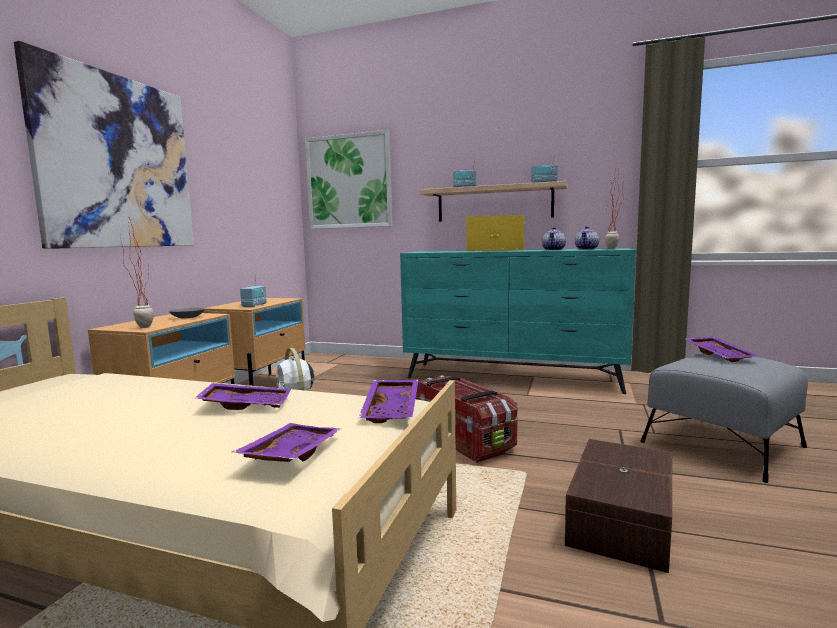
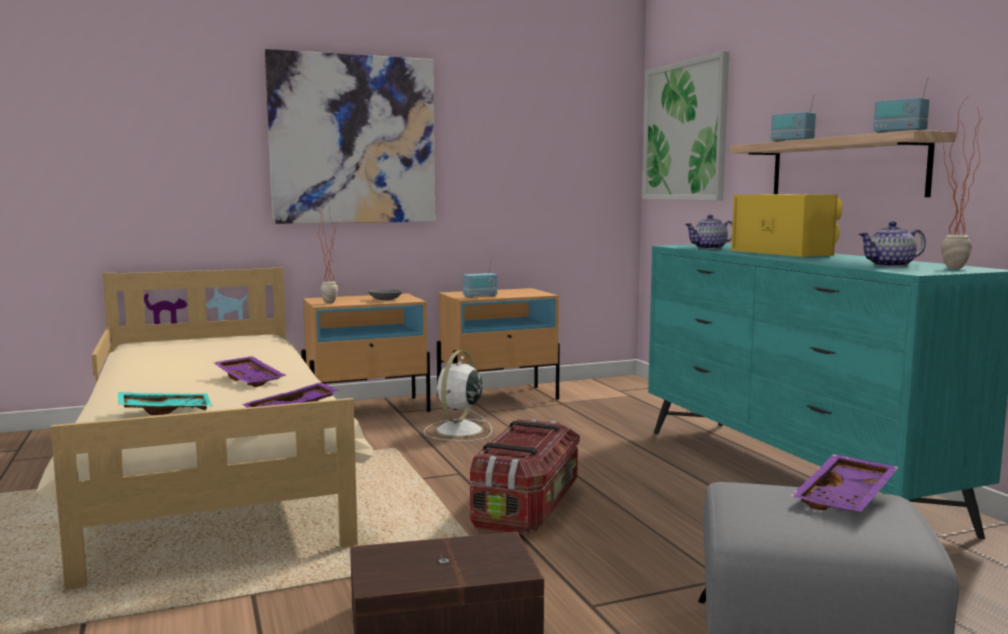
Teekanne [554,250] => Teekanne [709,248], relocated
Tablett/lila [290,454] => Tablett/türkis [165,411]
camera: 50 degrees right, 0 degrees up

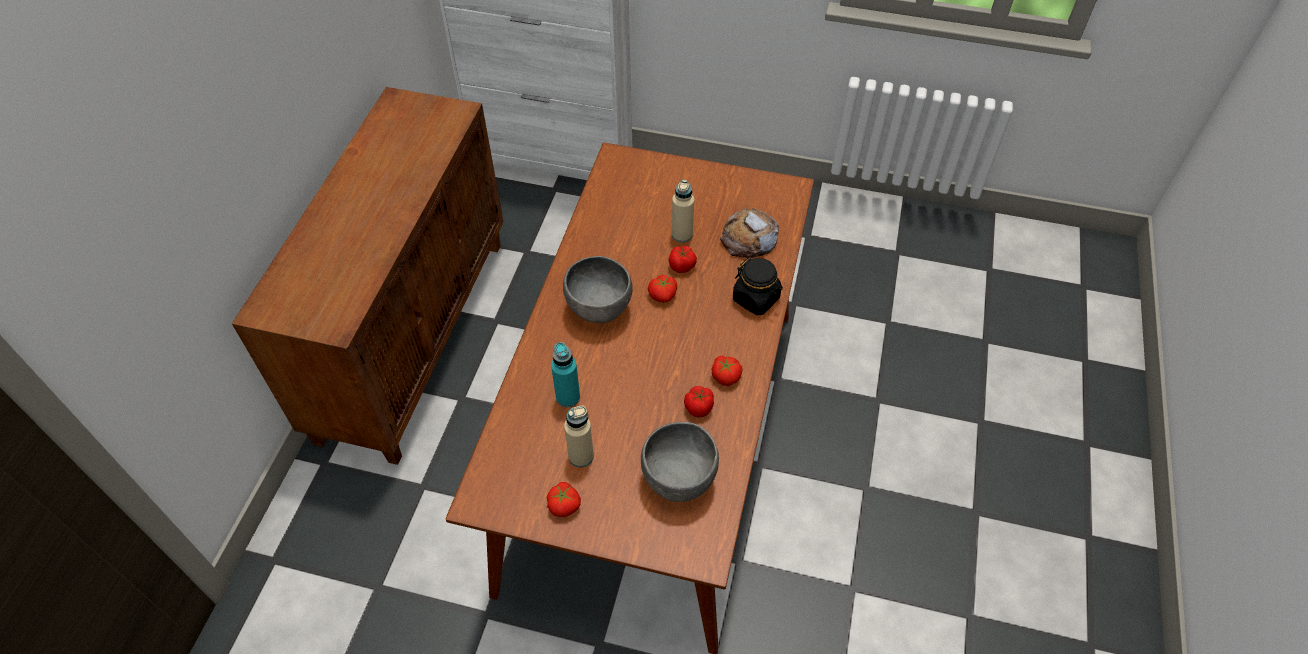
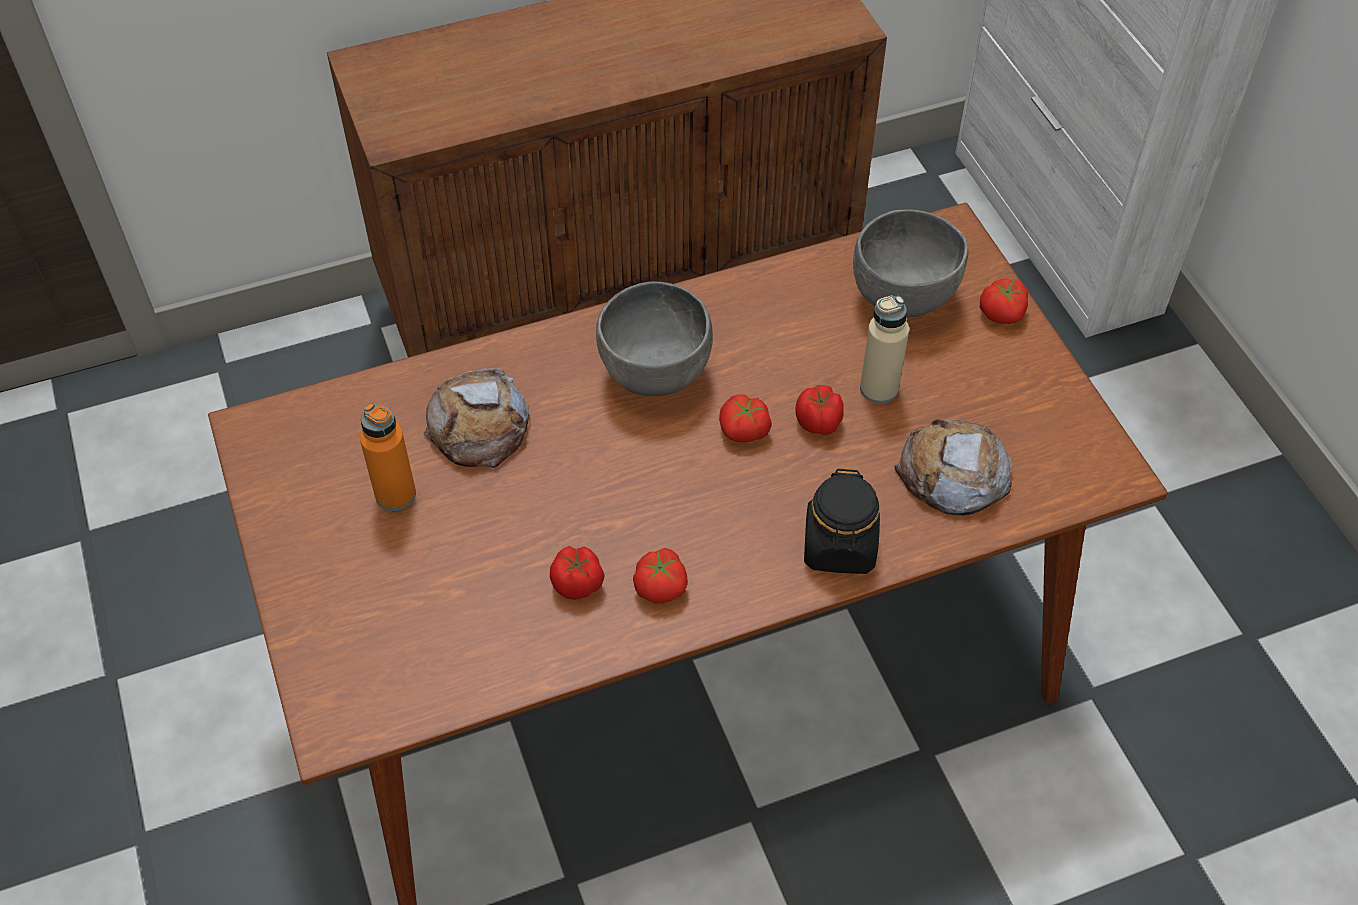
Flasche/türkis [568,397] => Brot [479,426]
Flasche/beige [581,456] => Flasche/orange [395,495]
Schüssel/grau [678,478] => Schüssel/grau [904,297], relocated
Tomate [564,504] => Tomate [1003,313], relocated
camera: 55 degrees right, 0 degrees up

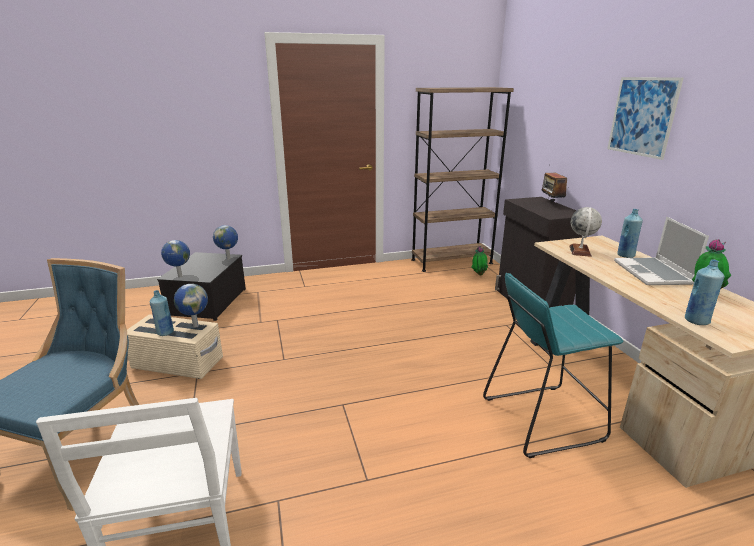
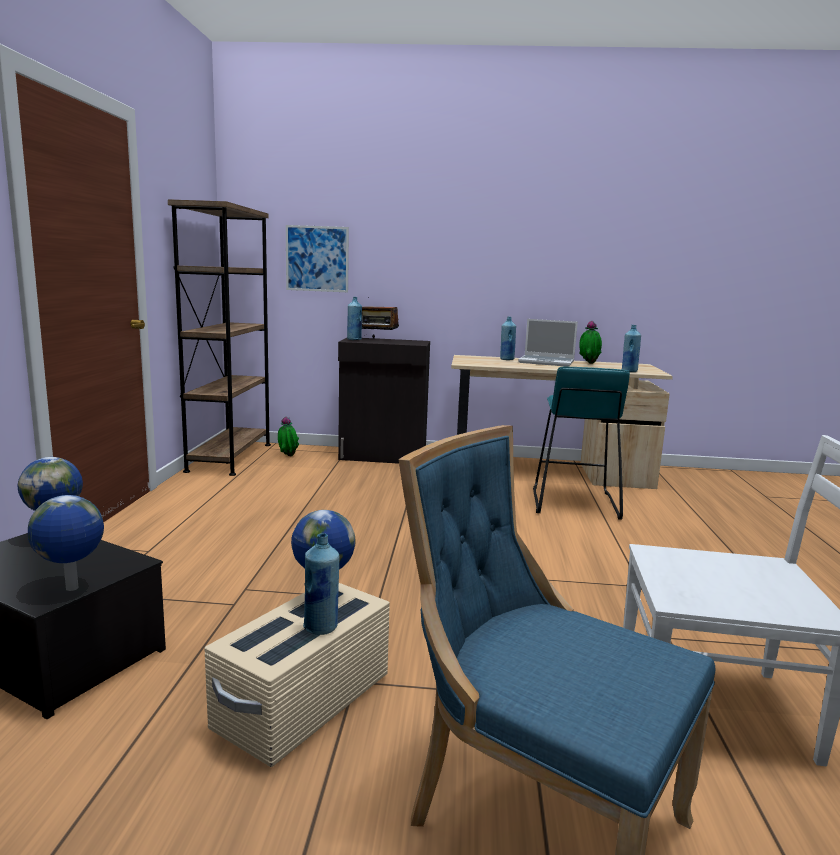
Bild [642,116] => Bild [317,258], relocated
Globus [580,251] => nothing
nothing => Flasche/blau [354,339]
camera: 70 degrees left, 10 degrees down

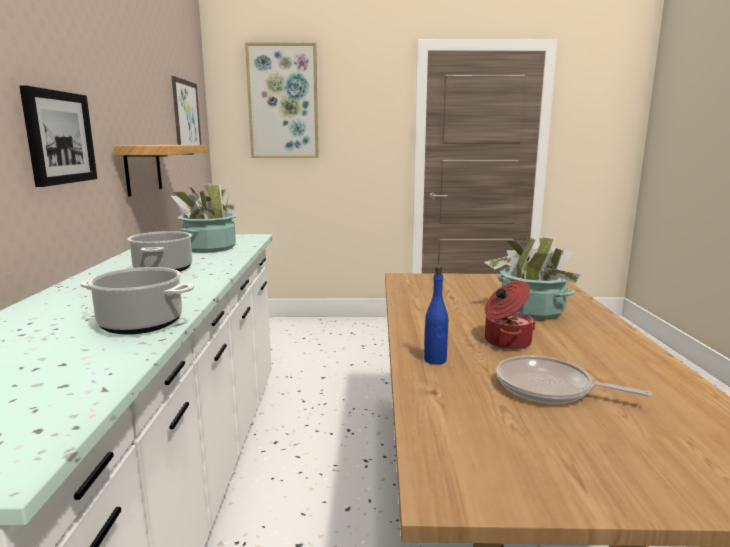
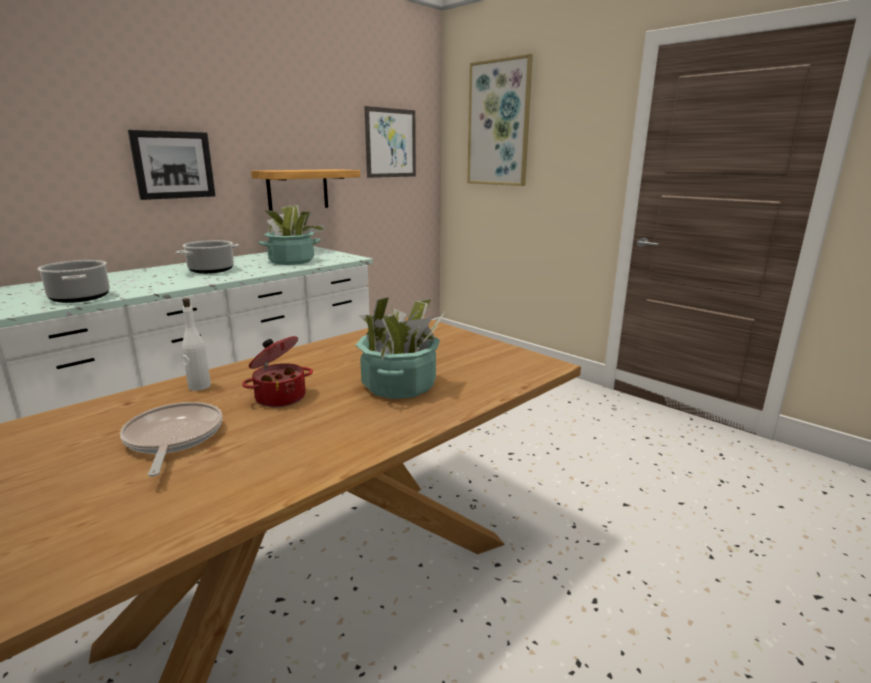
Flasche/blau [435,360] => Flasche/weiß [199,386]
camera: 45 degrees right, 5 degrees up

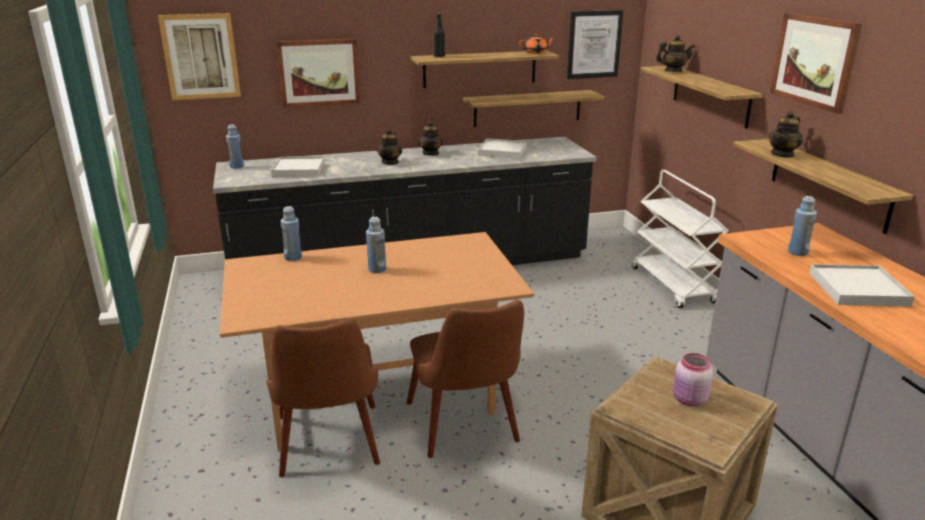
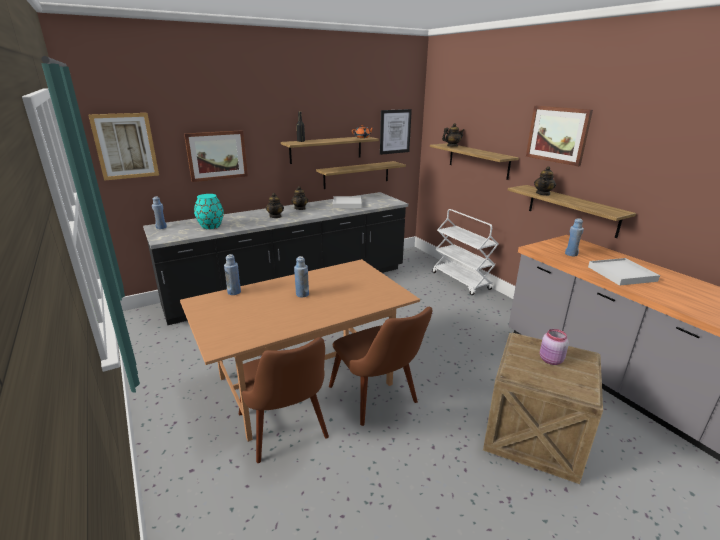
Tablett/weiß [299,169] => Vase/türkis [211,226]
camera: 15 degrees left, 0 degrees up

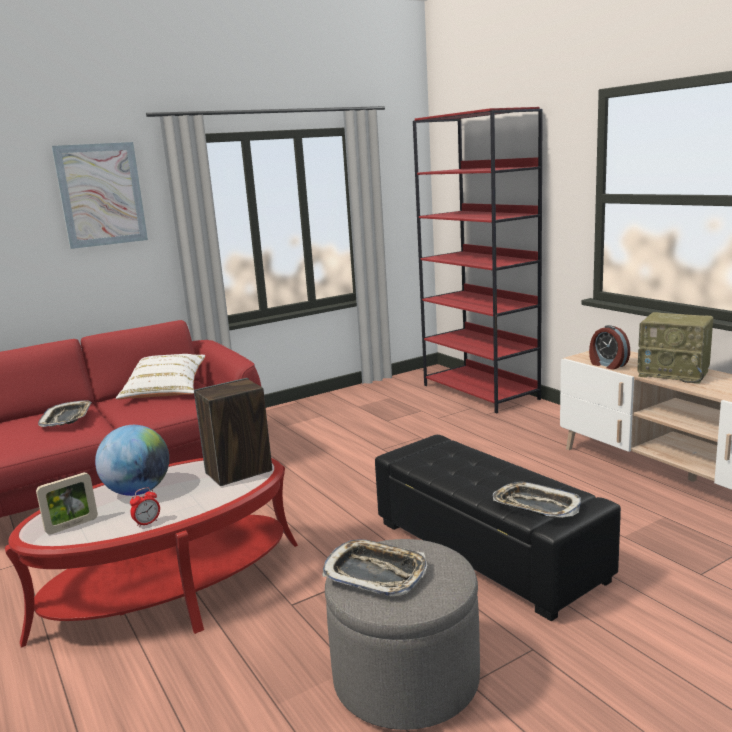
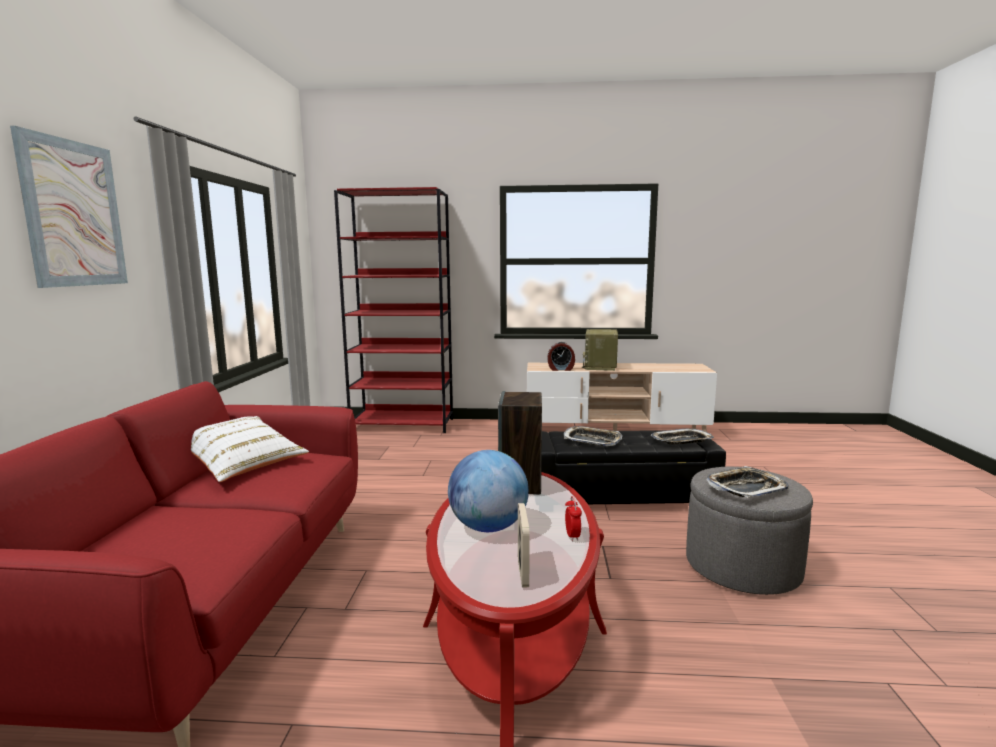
Radio [675,373] => Radio [600,367], 120 degrees clockwise
Tablett [67,418] => Tablett [592,440], relocated
camera: 55 degrees left, 5 degrees down

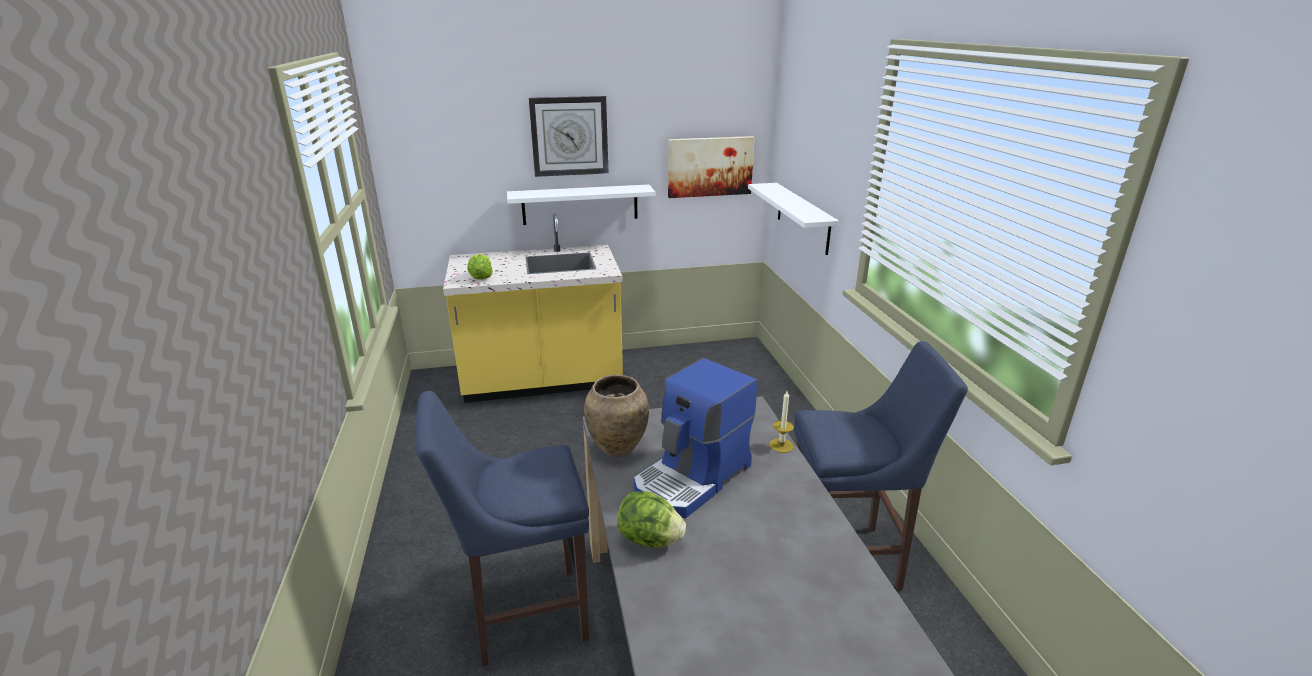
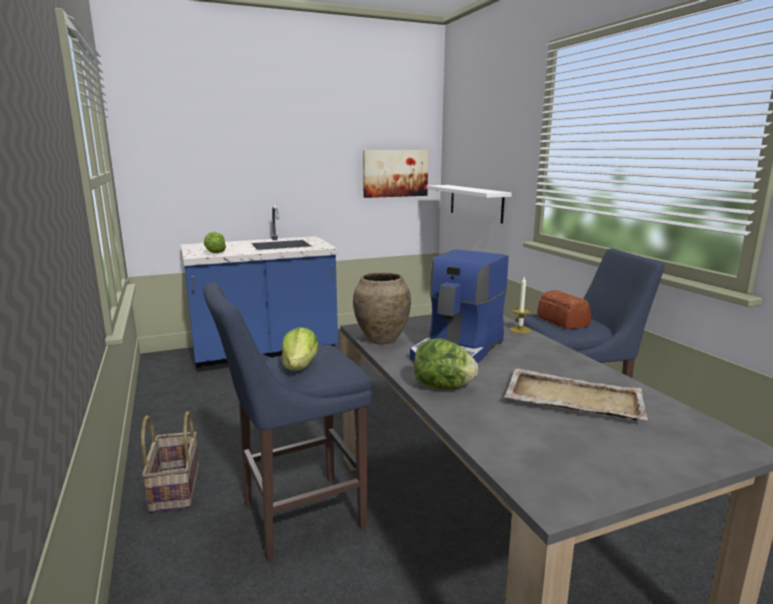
Wanduhr [569,136] => nothing
Wandregal/weiß [580,204] => nothing
Küchenzeile/gelb [542,381] => Küchenzeile/blau [265,353]
nothing => Brot [562,321]
nothing => Salatkopf [300,367]
nothing => Tablett/beige [572,398]
nothing => Korb [174,488]
camera: 10 degrees left, 10 degrees down

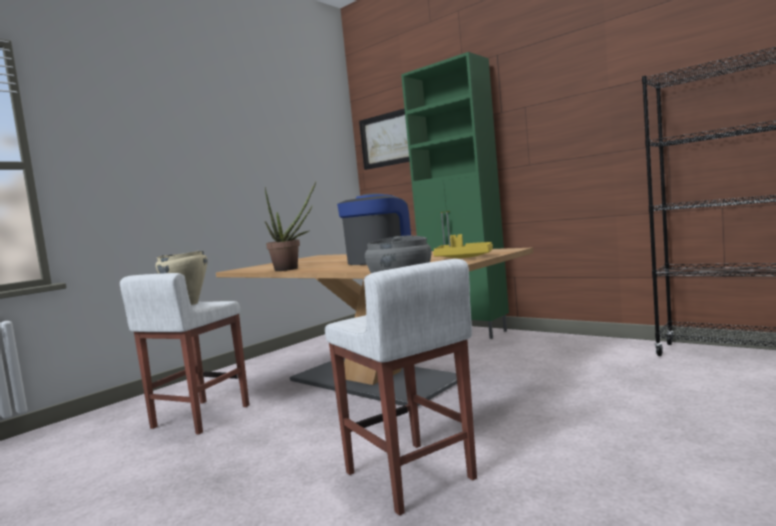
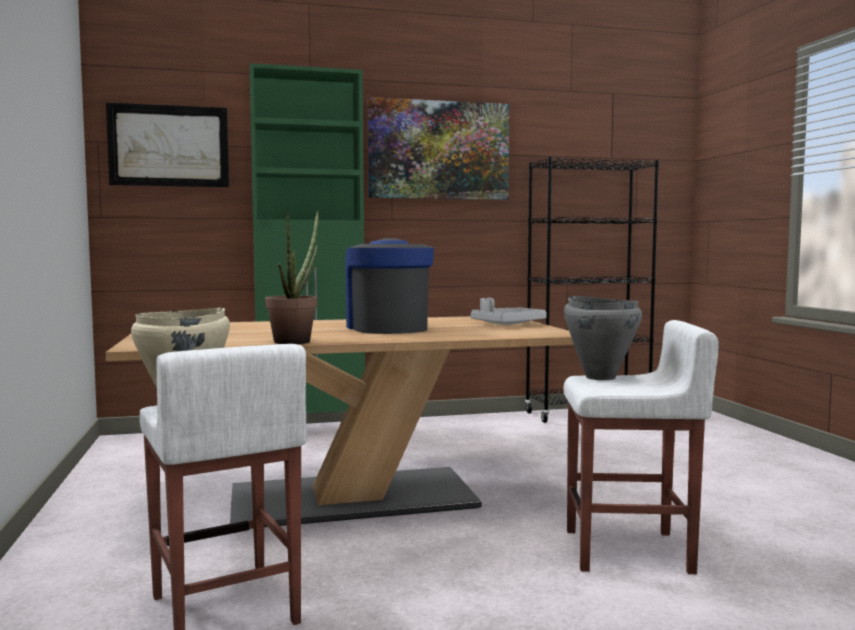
Tablett/gelb [464,257] => Tablett/grau [507,324]
nothing => Bild [439,150]
camera: 55 degrees left, 0 degrees up

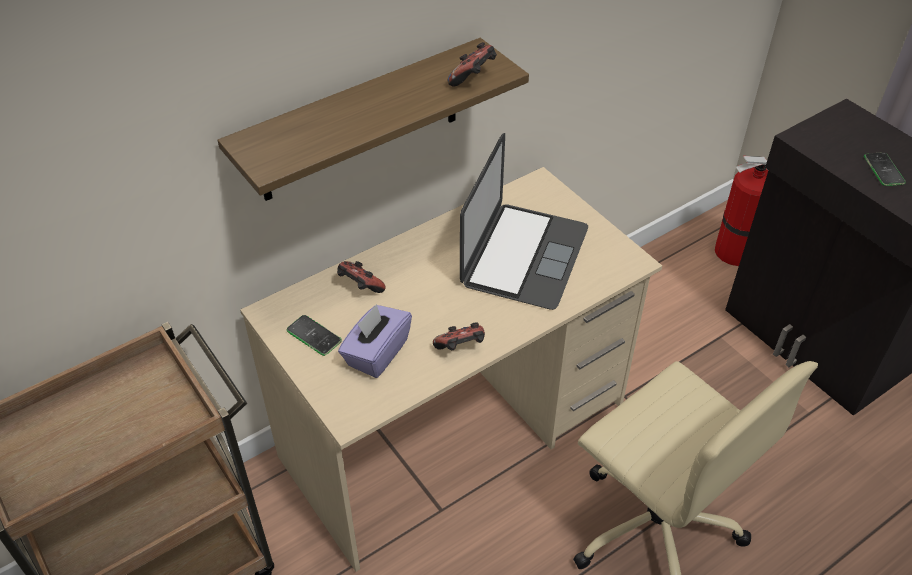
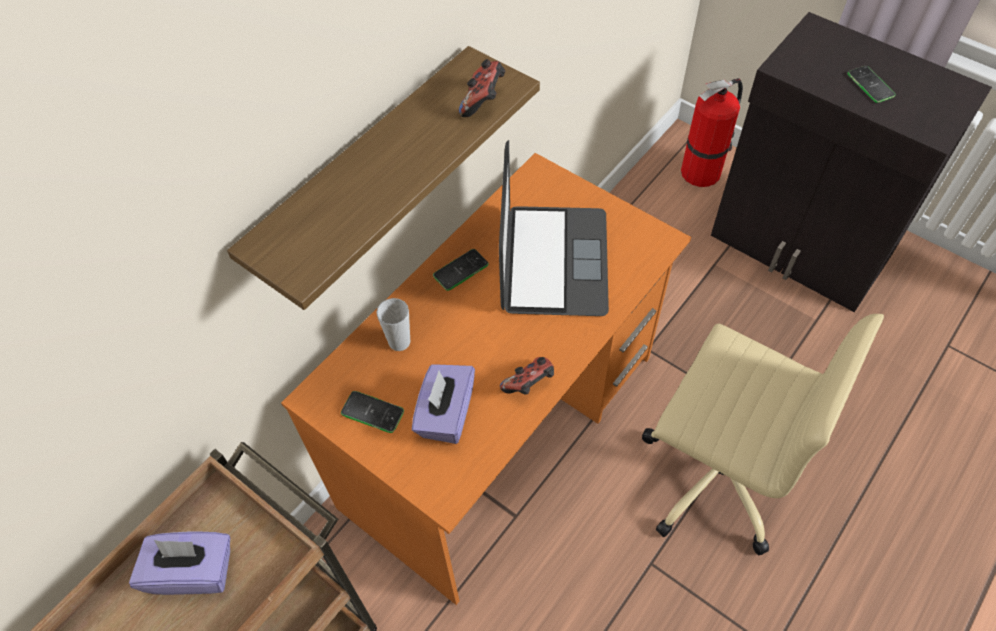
Schreibtisch/beige [454,431] => Schreibtisch/orange [501,430]
Gamepad [360,287] => Tasse [399,342]
nothing => Handy [461,270]
nothing => Taschentuchbox/lila [193,571]
camera: 15 degrees left, 10 degrees up

